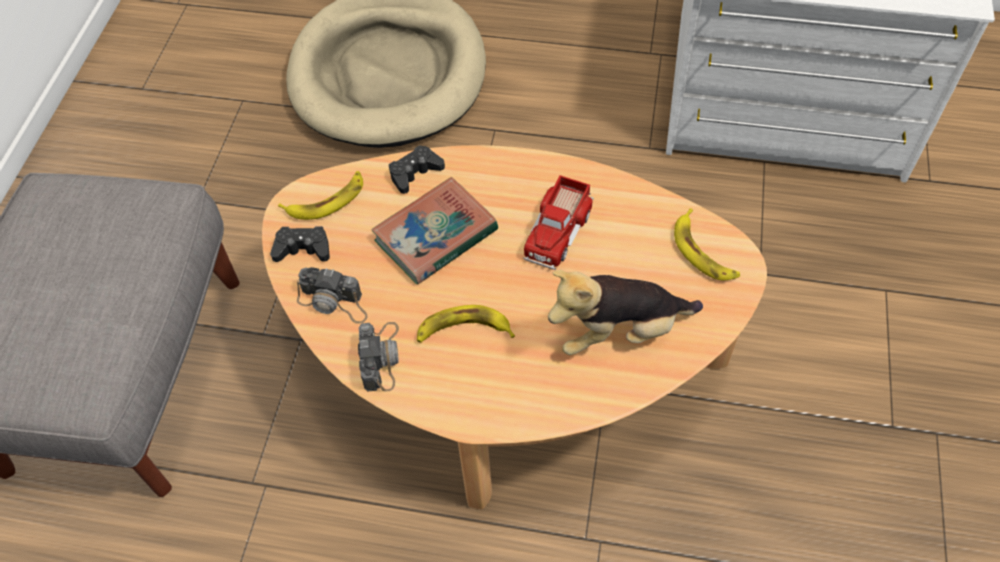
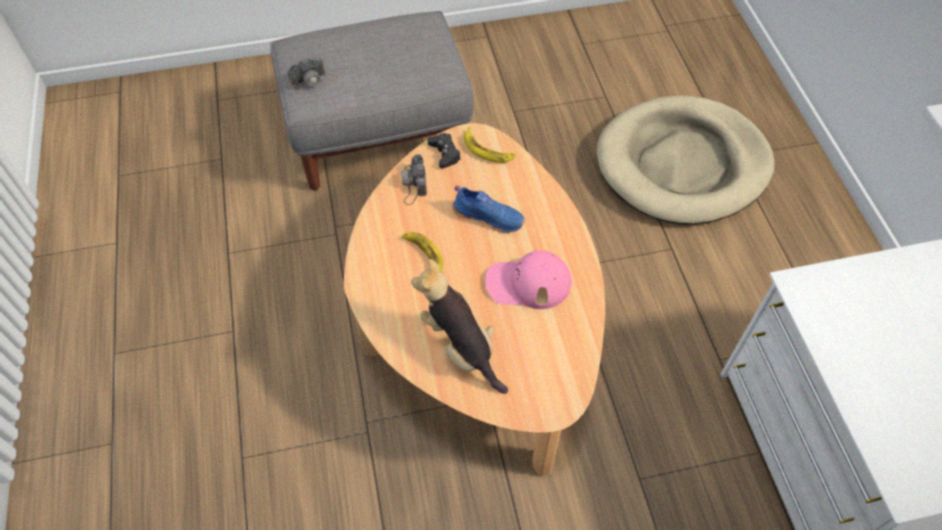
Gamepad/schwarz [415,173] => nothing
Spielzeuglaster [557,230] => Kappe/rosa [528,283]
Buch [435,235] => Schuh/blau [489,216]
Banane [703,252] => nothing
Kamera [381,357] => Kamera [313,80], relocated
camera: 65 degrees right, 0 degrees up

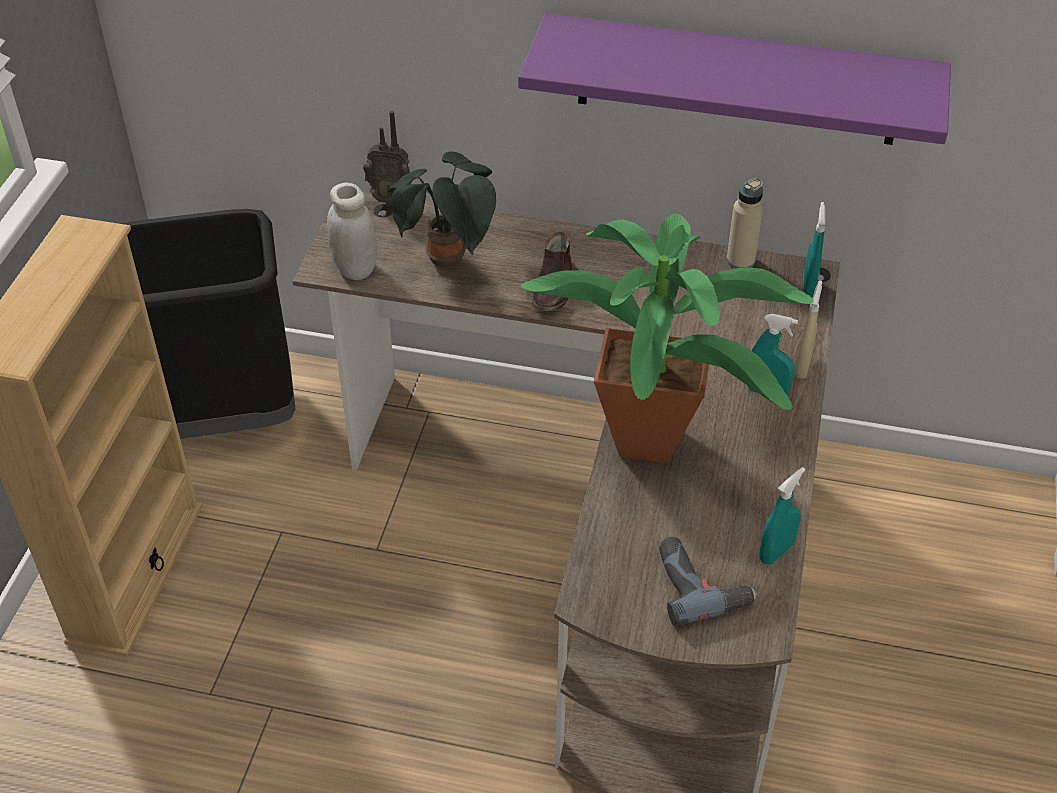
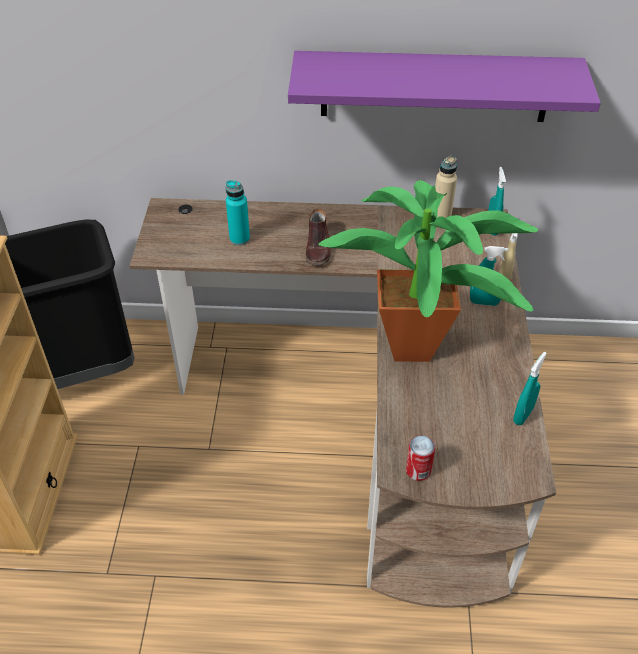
Radio [390,200] => nothing
Topfpflanze [448,261] => Flasche/türkis [239,239]
Vorratsglas/weiß [355,269] => nothing
Bohrmaschine [700,583] => nothing
nothing => Dose [418,470]
camera: 10 degrees left, 0 degrees up

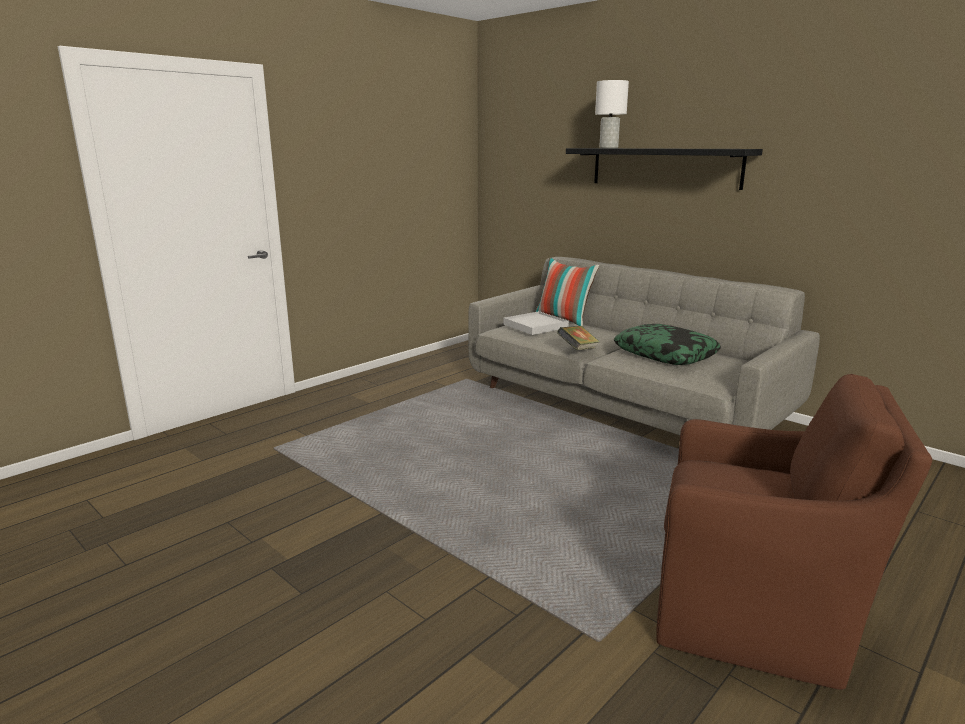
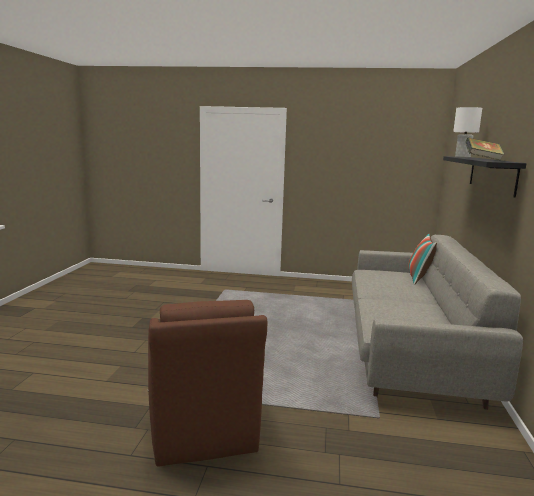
Tablett/weiß [535,326] => nothing
Kissen [665,354] => nothing
Buch [578,350] => Buch [482,159], relocated
camera: 55 degrees right, 5 degrees down

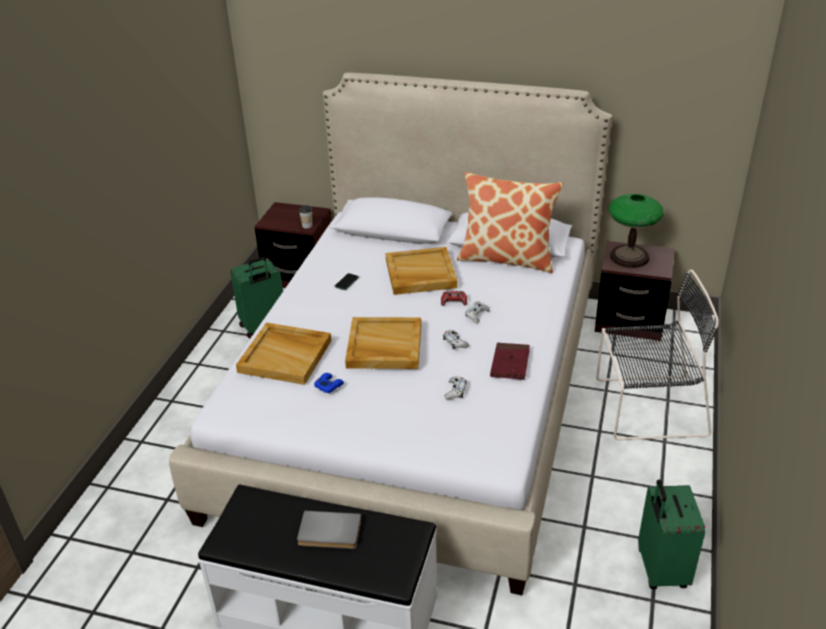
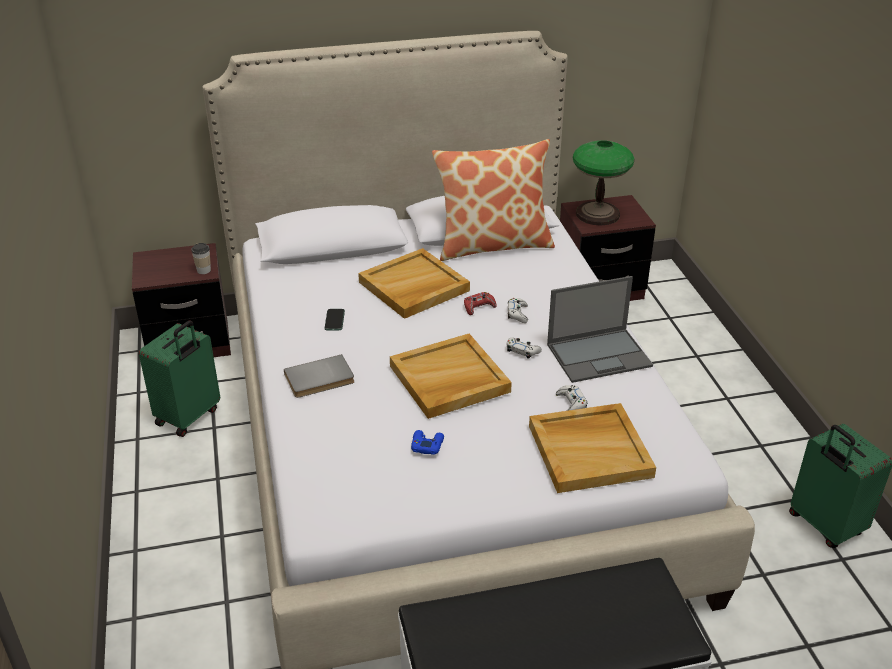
Stuhl/schwarz [646,407] => nothing
Tablett/beige [286,356] => Tablett/beige [590,450], relocated
Buch/rot [510,363] => Laptop [600,355]
Buch/grau [329,533] => Buch/grau [320,379], relocated
camera: 30 degrees left, 0 degrees up

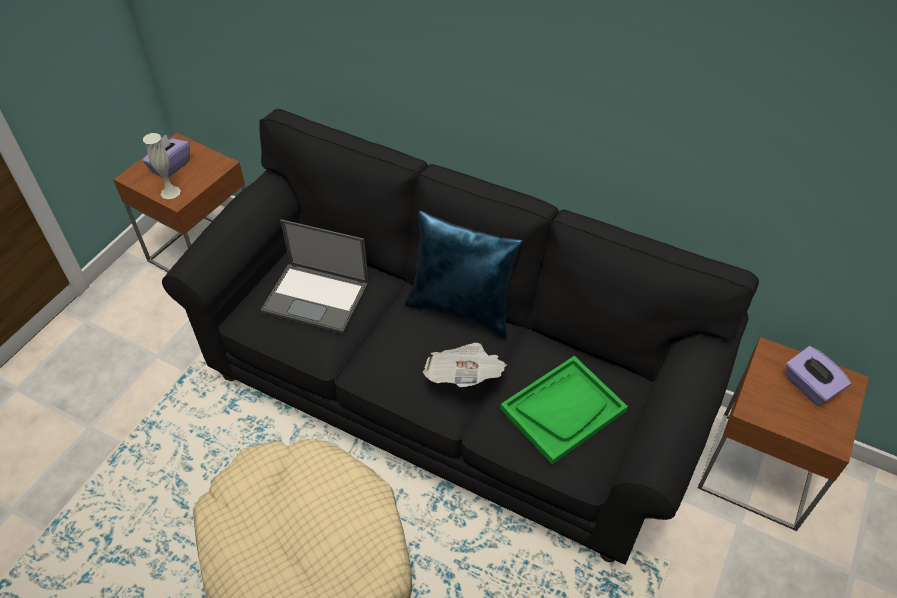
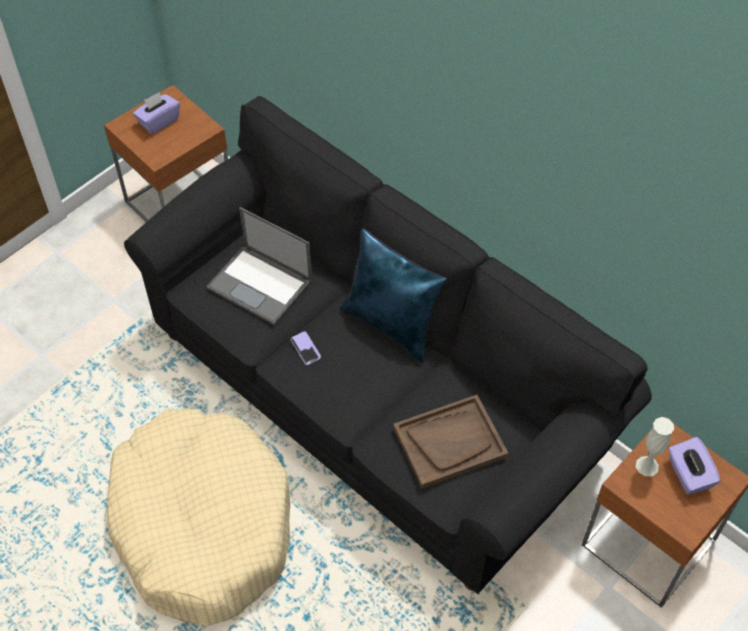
Vase/weiß [170,192] => Vase/weiß [647,466], relocated
Zeitung [464,377] => nothing
Tablett/grün [563,410] => Tablett/braun [450,442]
nothing => Handy [305,349]
camera: 15 degrees right, 5 degrees up

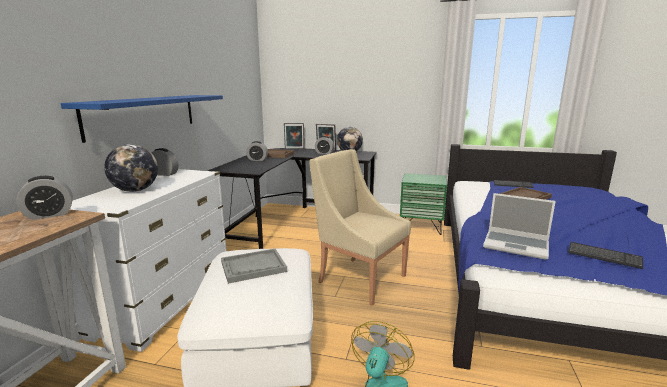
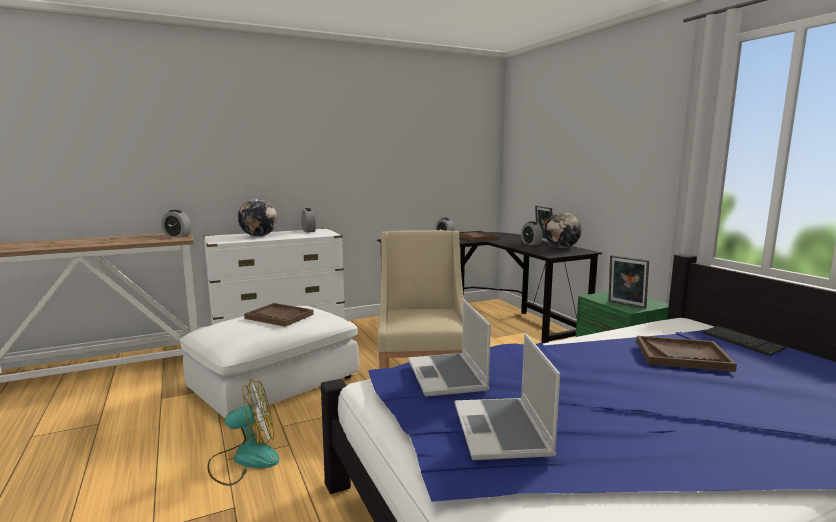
Wandregal/blau [144,114] => nothing
Bilderrahmen [294,149] => Bilderrahmen [625,305], relocated
Tastatur [604,256] => Laptop [503,431]
Tablett/grau [253,267] => Tablett/braun [279,316]
camera: 50 degrees right, 5 degrees down

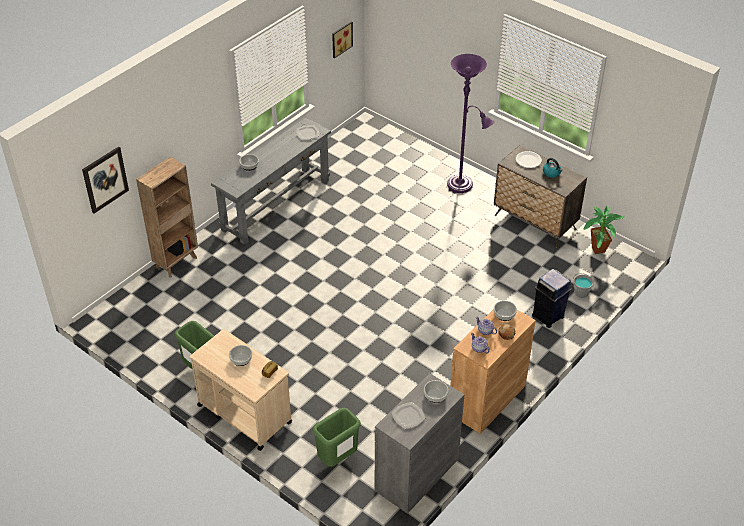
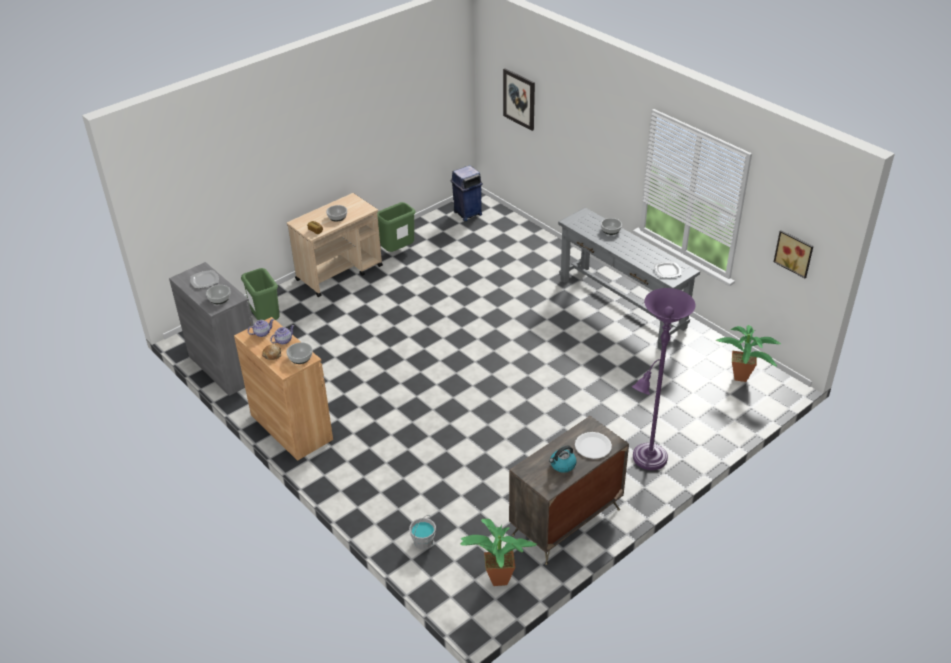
Bücherregal/braun [177,262] => nothing
Mülleimer/blau [548,316] => Mülleimer/blau [467,213], relocated
nothing => Topfpflanze [743,378]
camera: 100 degrees right, 5 degrees down

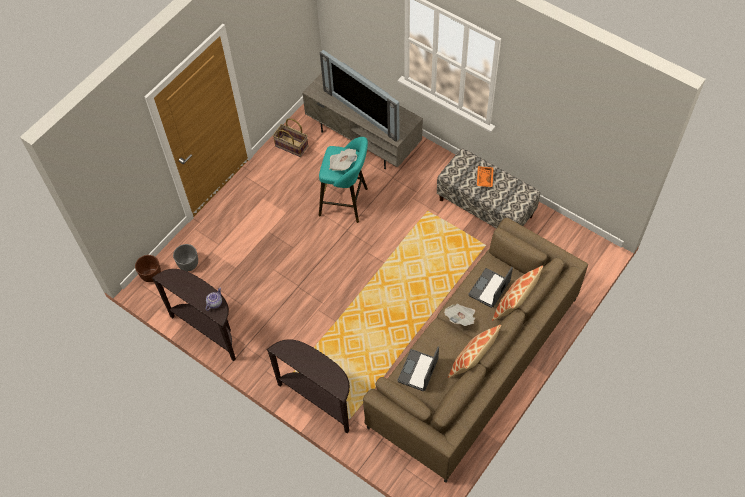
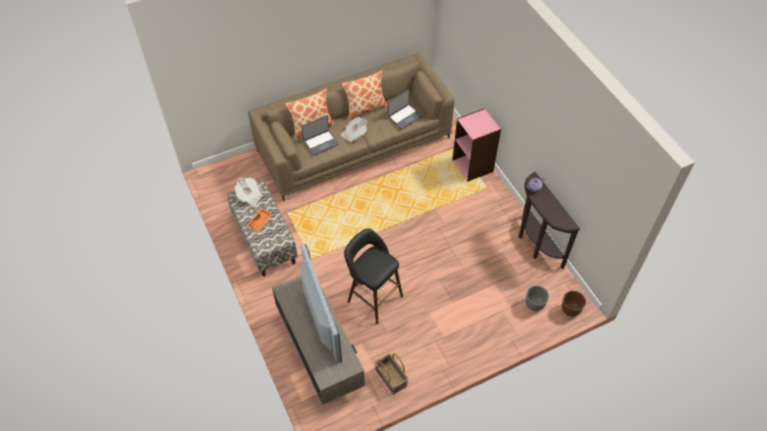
Hocker/türkis [346,202] => Hocker/schwarz [372,297]
Zeitung [342,164] => Zeitung [249,196], relocated
Konsolentisch/braun [319,399] => Bücherregal/rosa [473,166]
camera: 155 degrees left, 5 degrees down

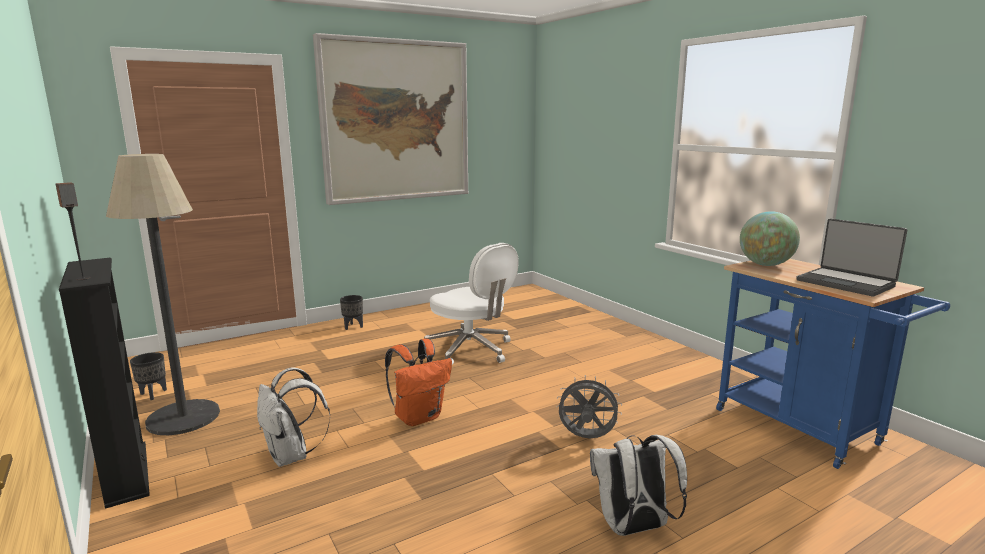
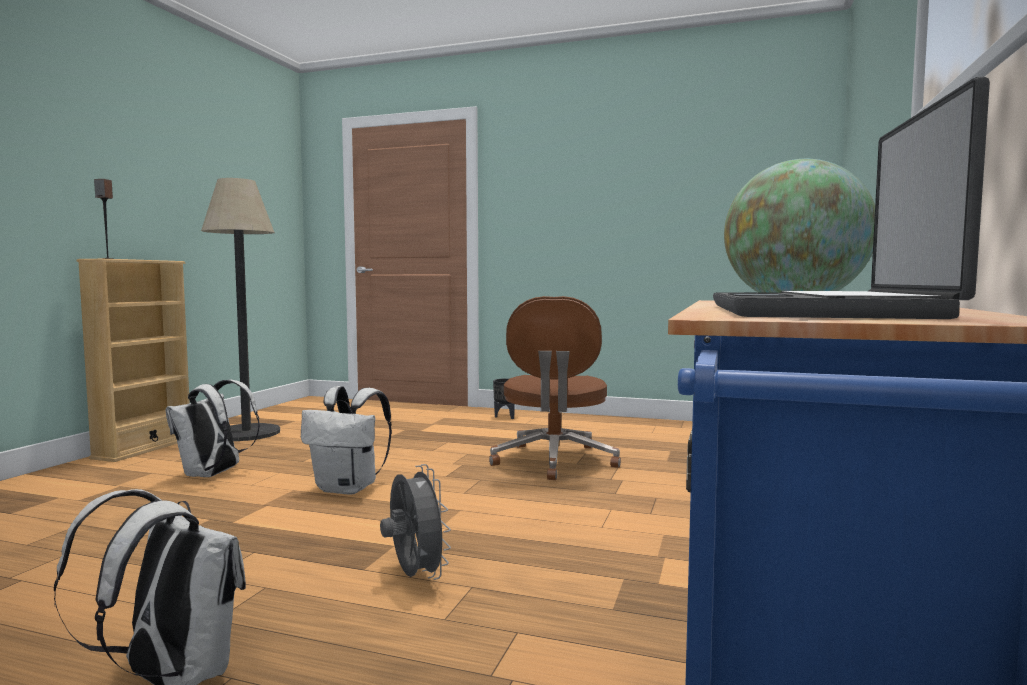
Bild [396,121] => nothing
Bürostuhl/weiß [471,350] => Bürostuhl/braun [554,461]
Bücherregal/schwarz [126,473] => Bücherregal/beige [144,448]
Rucksack/orange [419,417] => Rucksack/weiß [349,488]
Pflanzkübel/schwarz [152,394] => nothing
camera: 50 degrees right, 10 degrees down

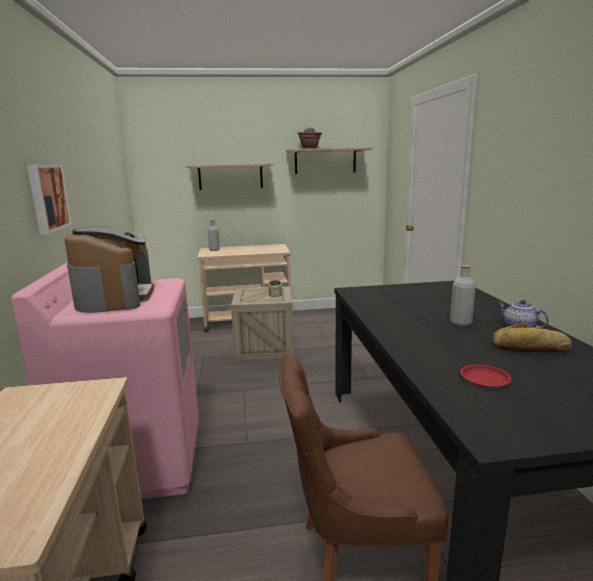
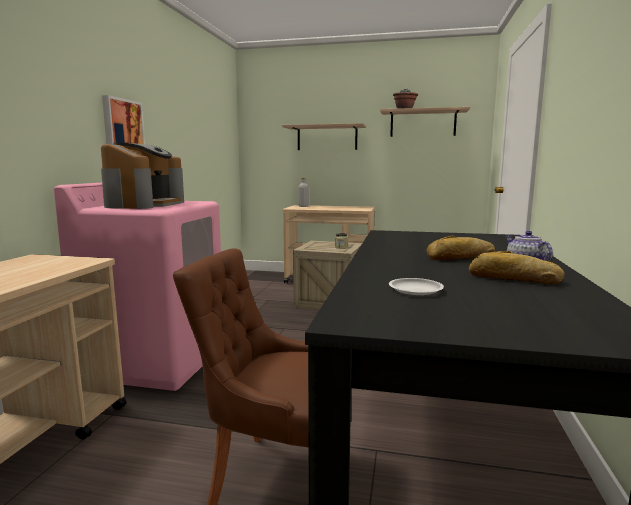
Flasche/grau [460,323] => Brot [461,257]
Teller/rot [484,379] => Teller/weiß [415,289]
camera: 20 degrees right, 5 degrees down

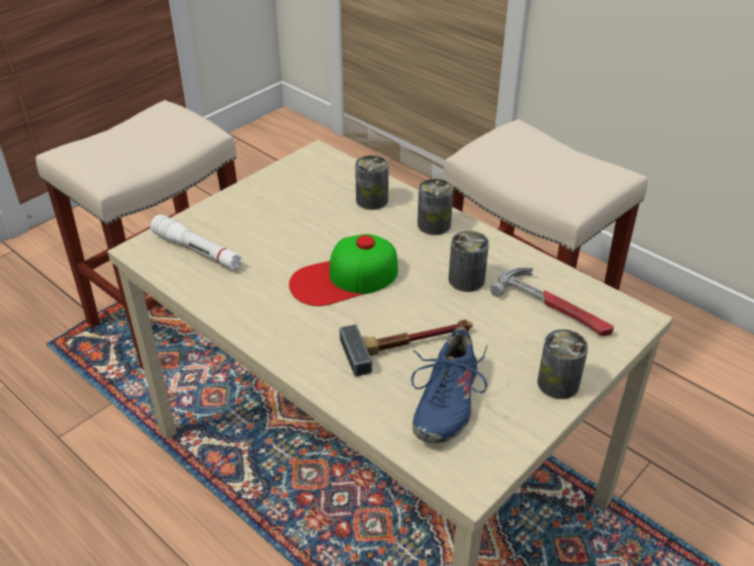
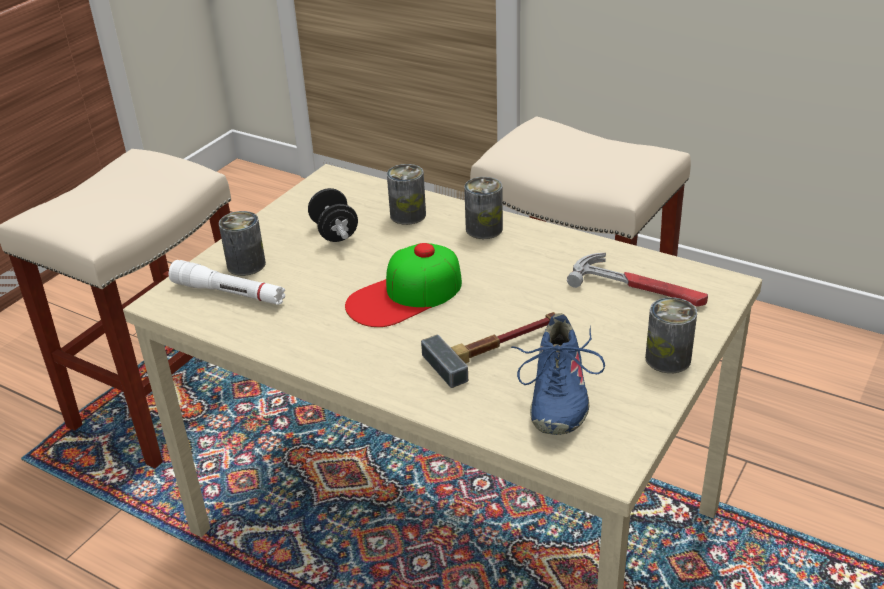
Dose [466,280] => Dose [246,264], relocated
nothing => Hantel/schwarz [334,232]
camera: 10 degrees left, 5 degrees down

